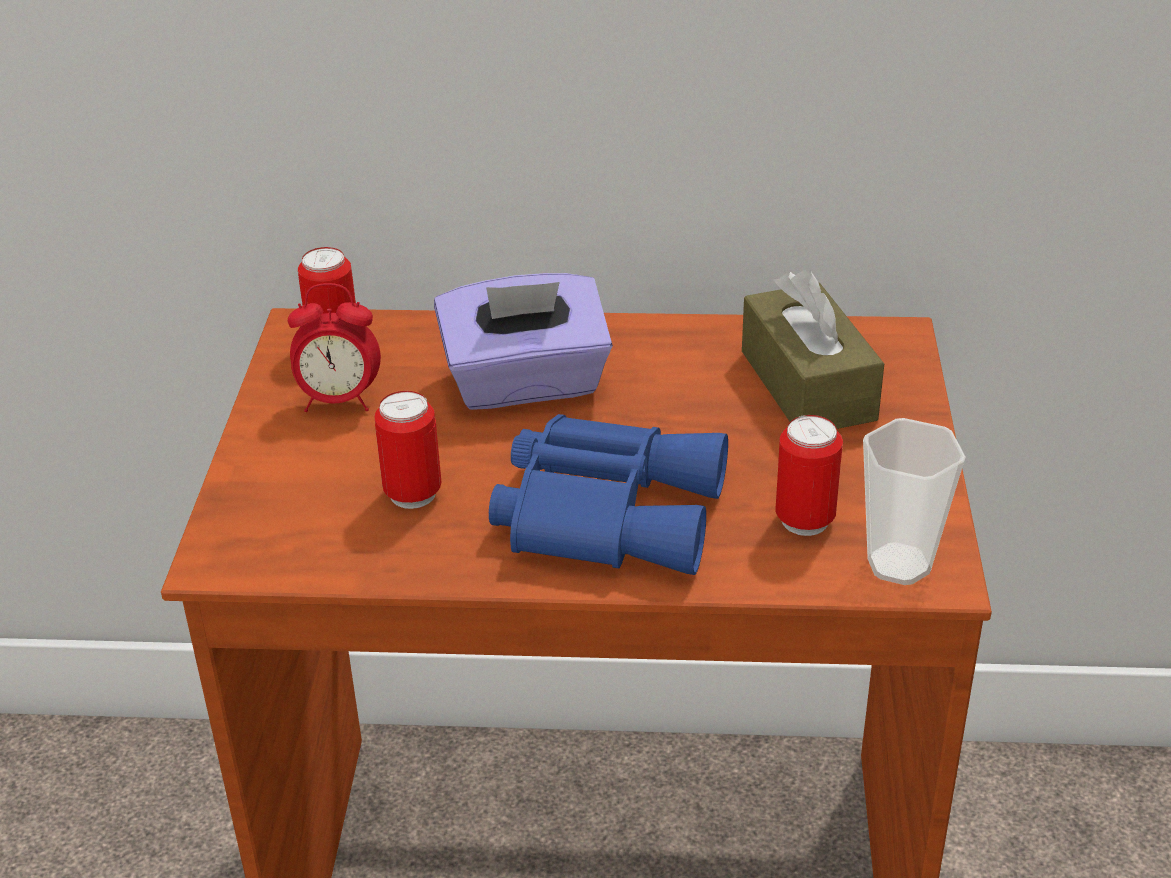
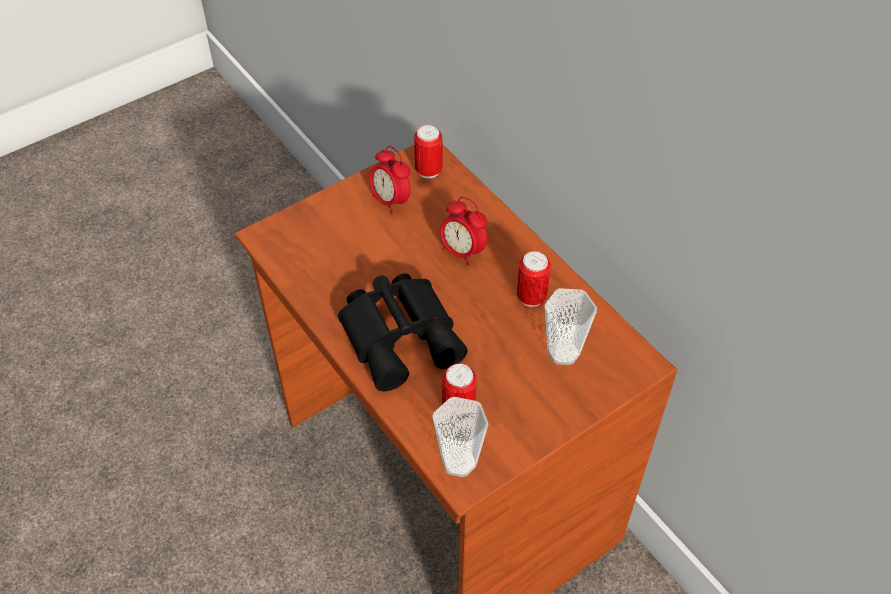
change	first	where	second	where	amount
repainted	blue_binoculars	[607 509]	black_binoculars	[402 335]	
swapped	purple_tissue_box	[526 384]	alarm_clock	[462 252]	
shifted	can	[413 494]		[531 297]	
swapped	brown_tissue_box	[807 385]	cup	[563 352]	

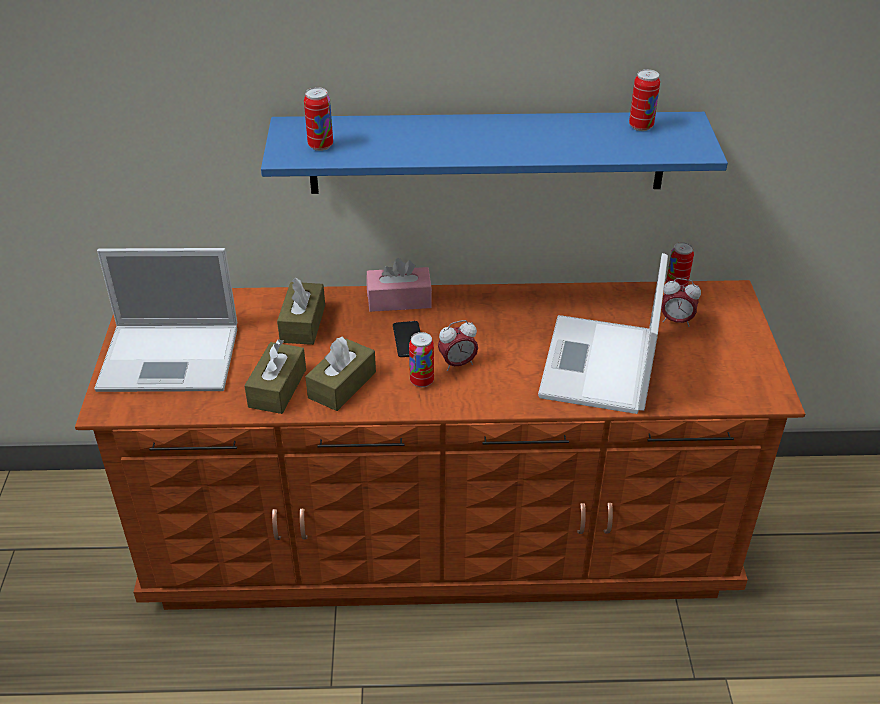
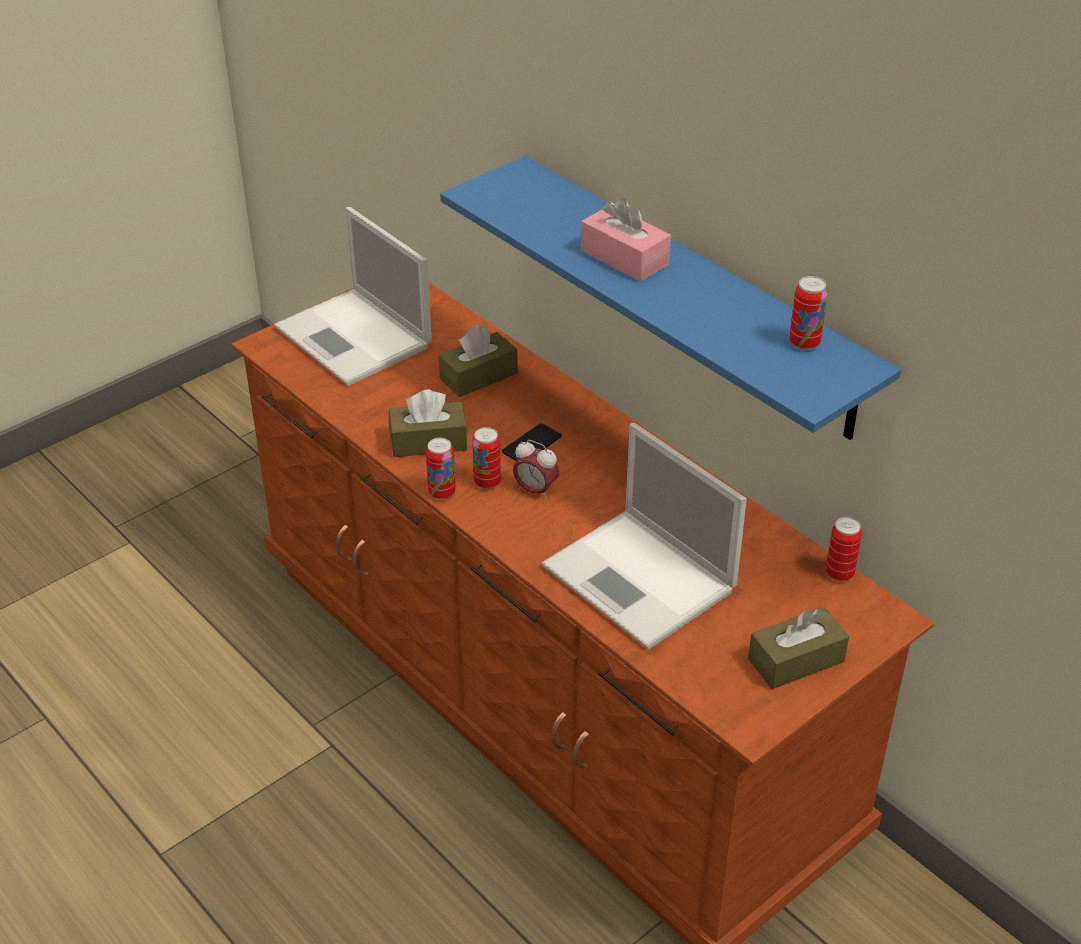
change	first	where	second	where	amount
shifted	can	[320 146]		[442 493]	
rotated	laptop	[599 367]		[641 580]	105 degrees counterclockwise
shifted	pink_tissue_box	[399 300]		[624 258]	
shifted	brown_tissue_box	[277 388]		[796 660]	
gone	alarm_clock	[676 321]			

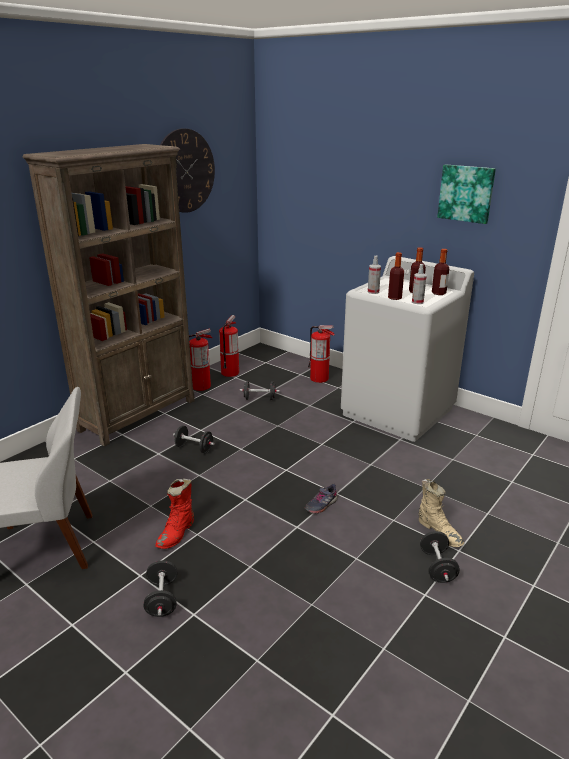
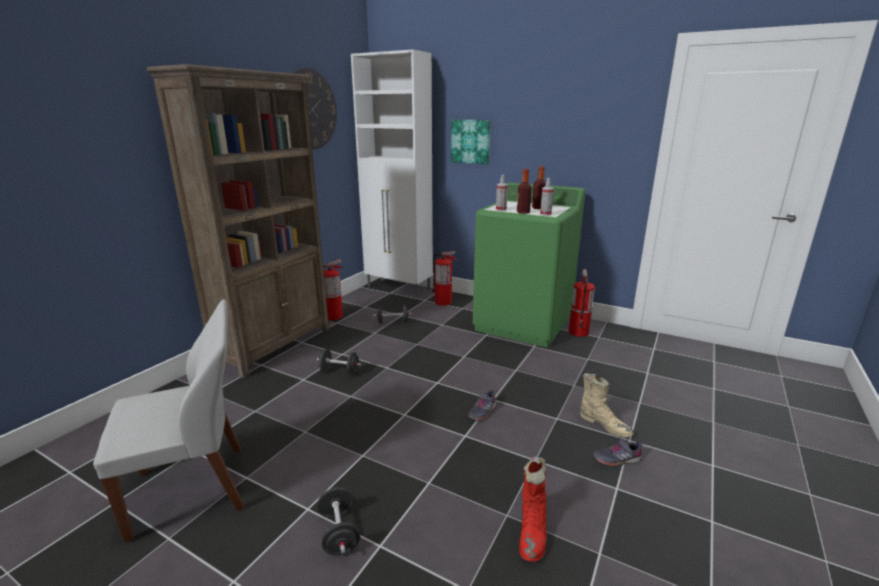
change	first	where	second	where	amount
new			white_cabinet	[399 288]	
shifted	picture	[466 193]		[471 141]	
repainted	white_washing_machine	[398 412]	green_washing_machine	[523 324]	
shifted	red_boot	[177 533]		[533 532]	
shifted	fire_extinguisher	[230 372]		[578 332]	
swapped	black_dumbbell	[437 567]	grey_shoe	[616 459]	
gone	bottle	[438 293]			

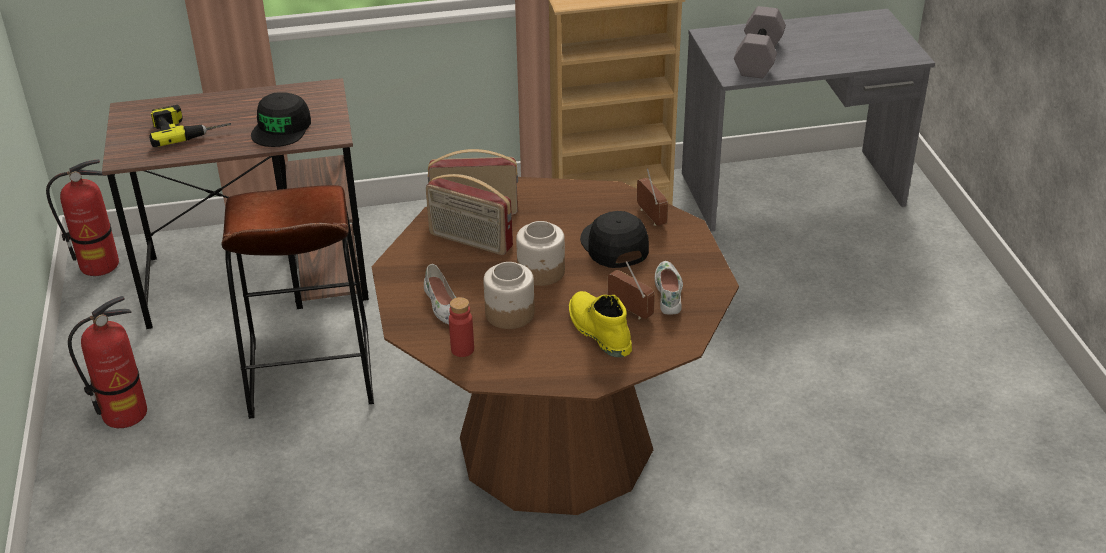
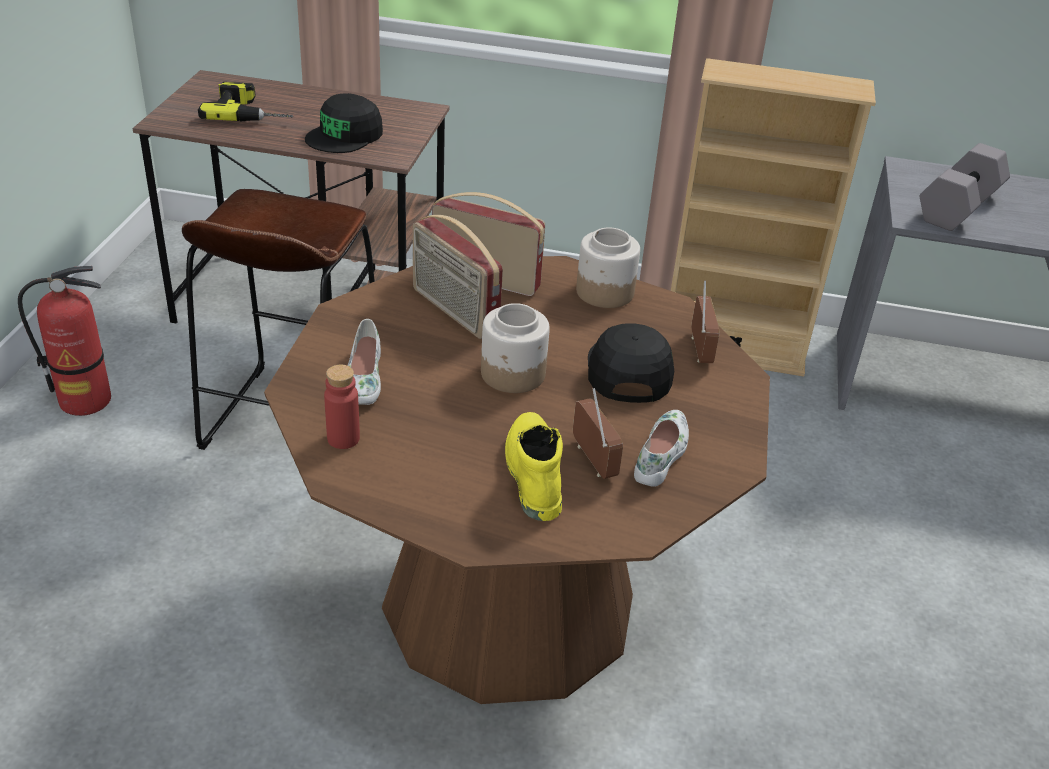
change	first	where	second	where	amount
shifted	jar	[509 313]		[604 292]	
gone	fire_extinguisher	[99 265]			

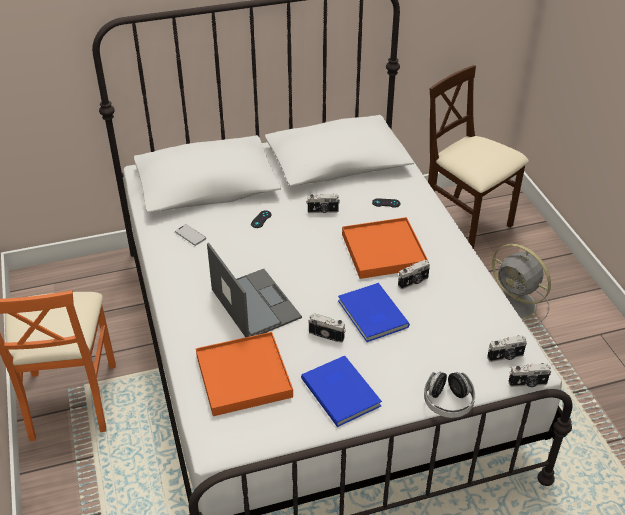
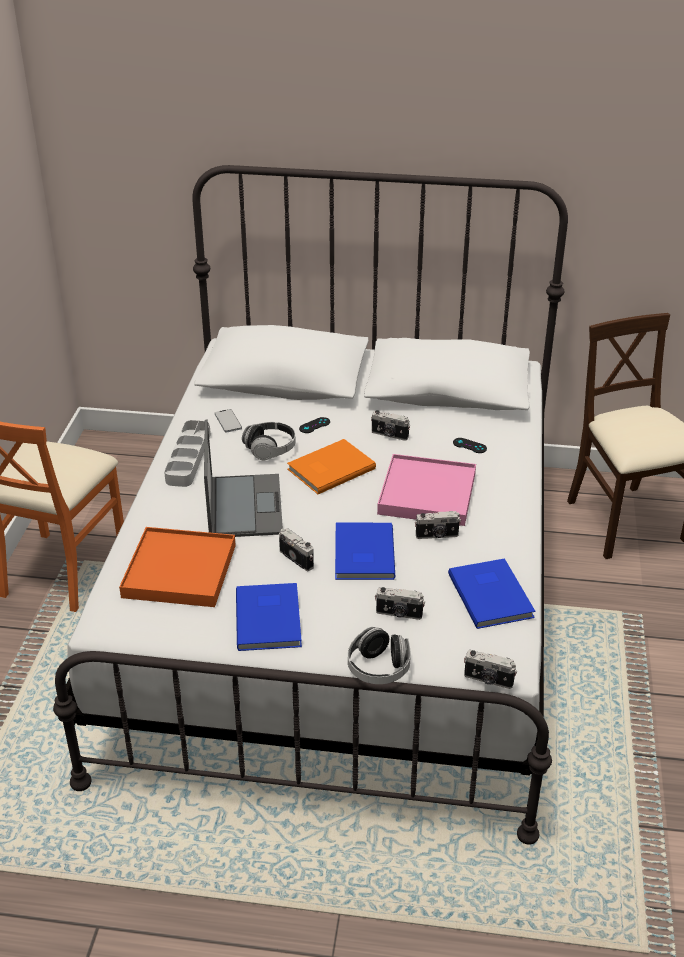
change	first	where	second	where	amount
new			grey_tray	[188 457]	
new			headphones	[270 449]	
new			orange_book	[329 468]	
shifted	photo_camera	[506 357]		[399 614]	
repainted	orange_tray	[383 251]	pink_tray	[427 494]	
new			blue_book	[492 594]	
gone	grey_fan	[515 305]			

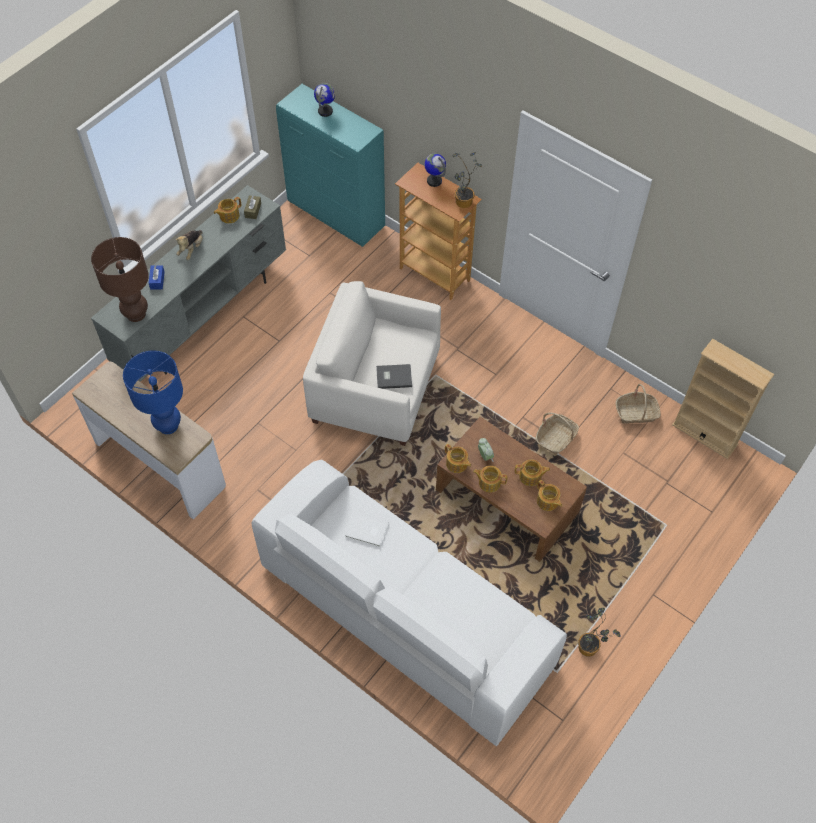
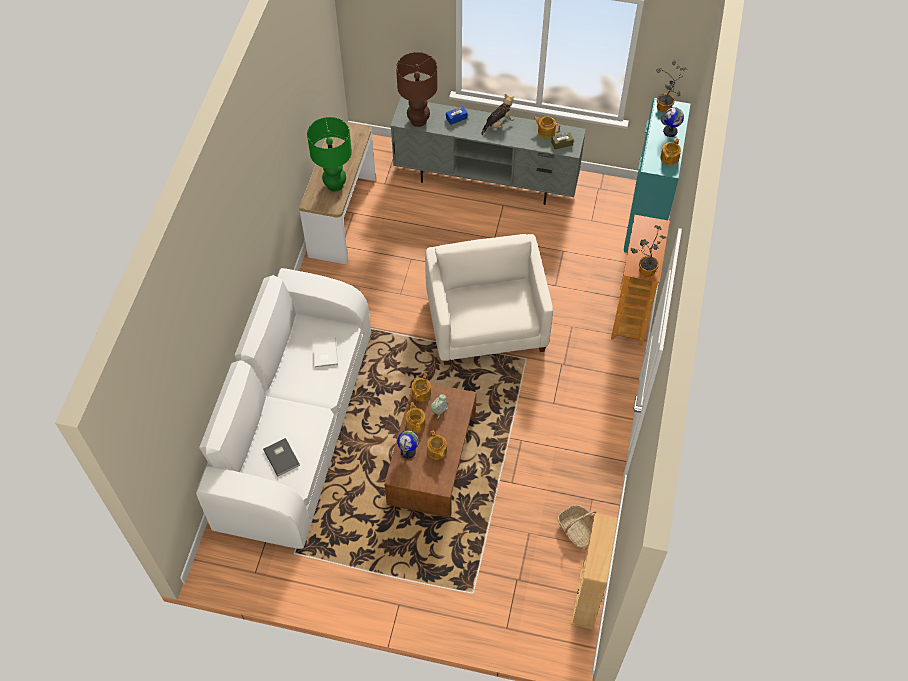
change	first	where	second	where	amount
shifted	grey_book	[393 376]		[282 457]	
repainted	blue_table_lamp	[168 425]	green_table_lamp	[335 185]	
shifted	globe	[434 181]		[408 451]	
rotated	plush_toy	[191 249]		[498 124]	150 degrees clockwise
shifted	potted_plant	[590 648]		[664 109]	
shifted	teapot	[547 501]		[669 158]	
gone	basket	[556 438]			

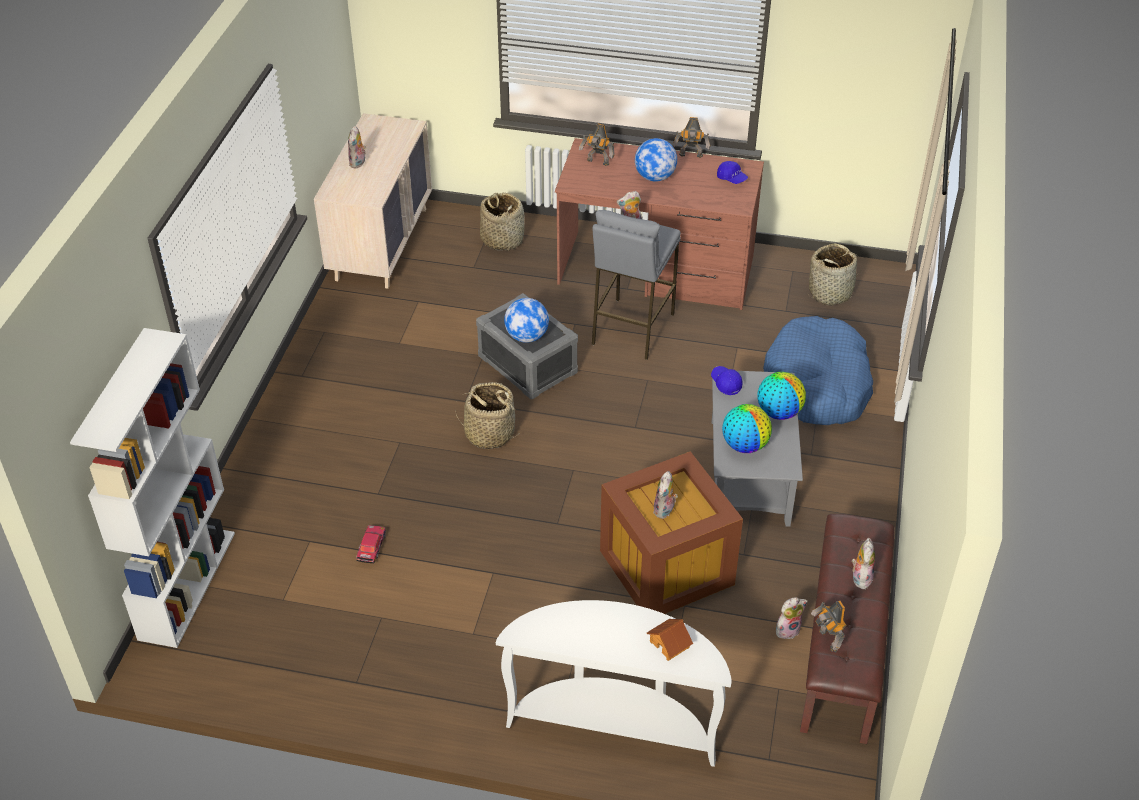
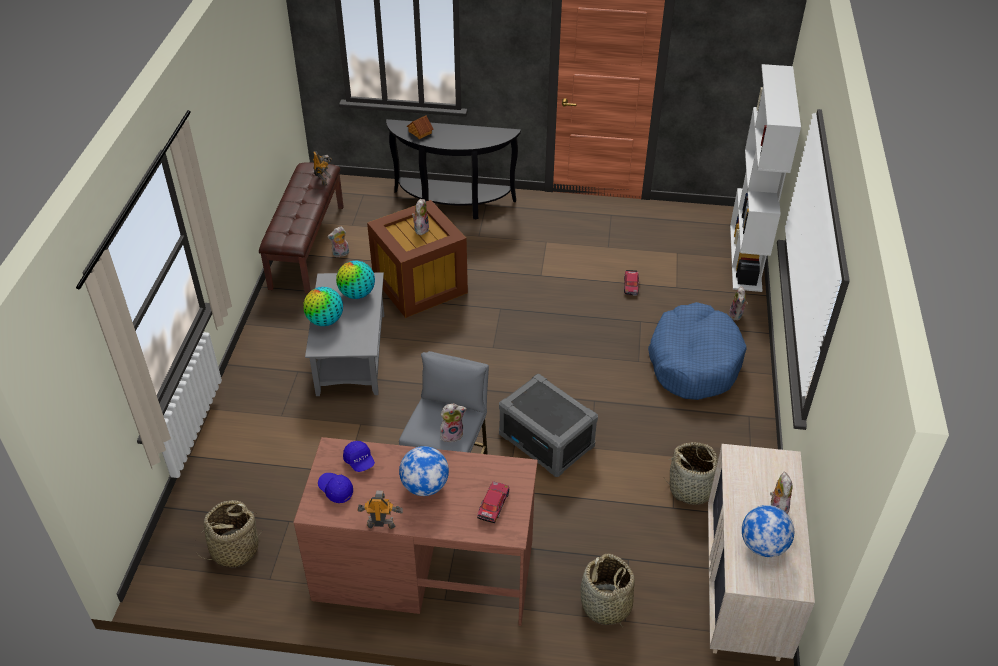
change	first	where	second	where	amount
shifted	blue_cap	[726 383]		[359 461]	
repainted	white_console_table	[614 722]	black_console_table	[452 205]	
swapped	toy_robot	[597 163]	toy_car	[493 505]	
shifted	blue_dog_bed	[818 385]		[694 361]	
shifted	basket	[489 434]		[692 489]	
shifted	plush_toy	[860 577]		[736 315]	
shifted	globe	[527 336]		[763 546]	

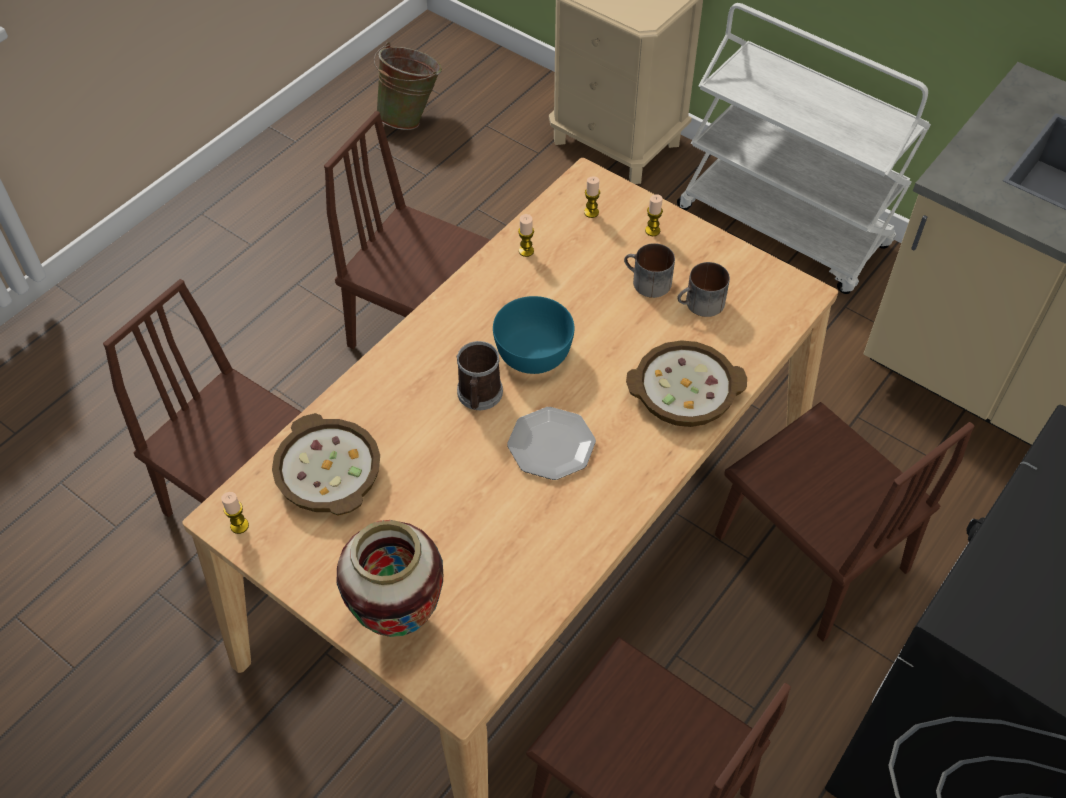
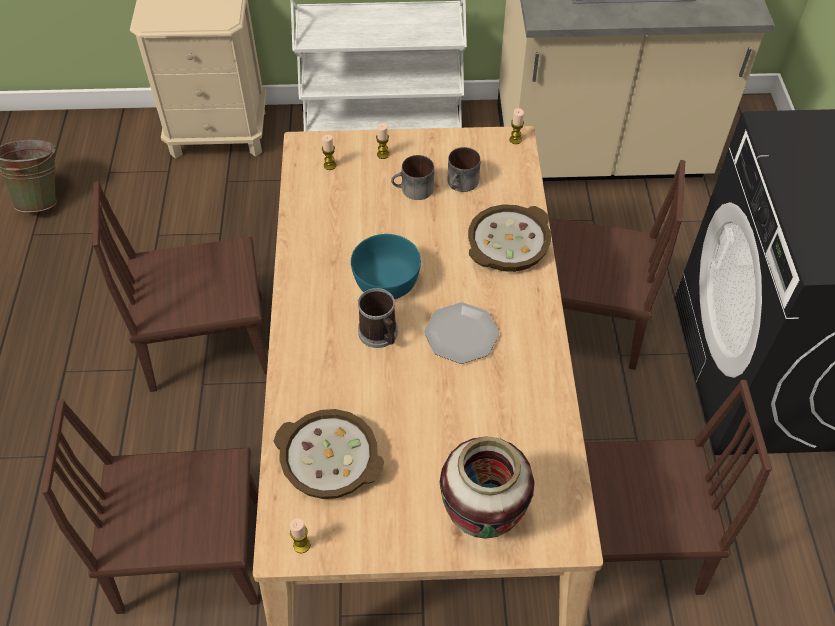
change	first	where	second	where	amount
shifted	candle	[526 251]		[515 140]	

